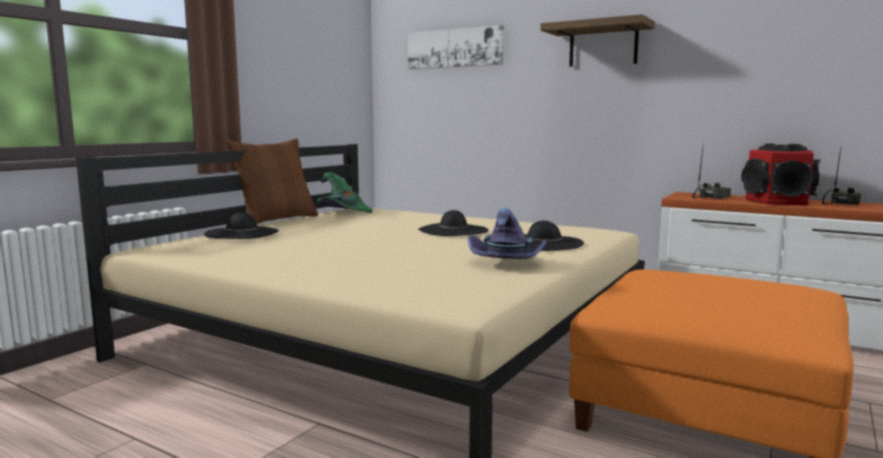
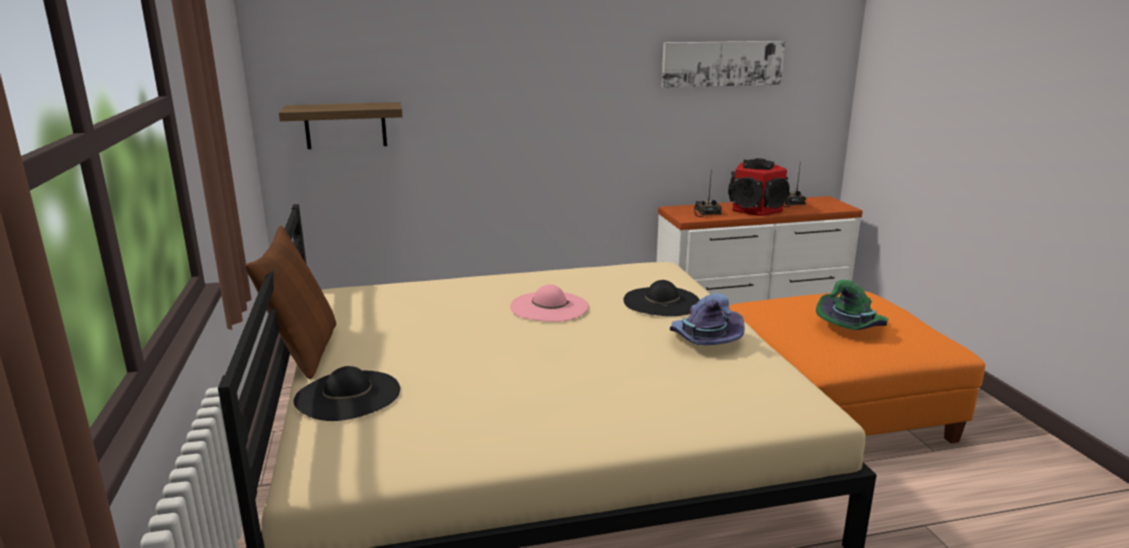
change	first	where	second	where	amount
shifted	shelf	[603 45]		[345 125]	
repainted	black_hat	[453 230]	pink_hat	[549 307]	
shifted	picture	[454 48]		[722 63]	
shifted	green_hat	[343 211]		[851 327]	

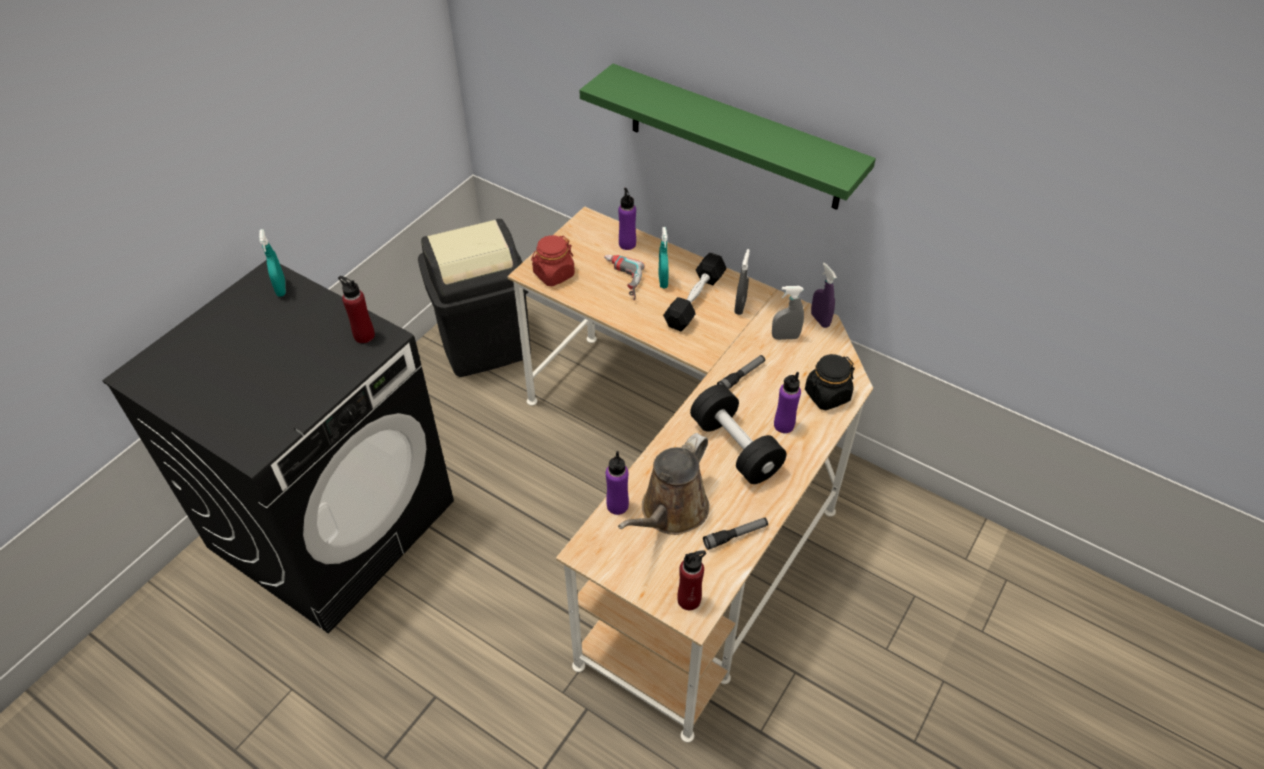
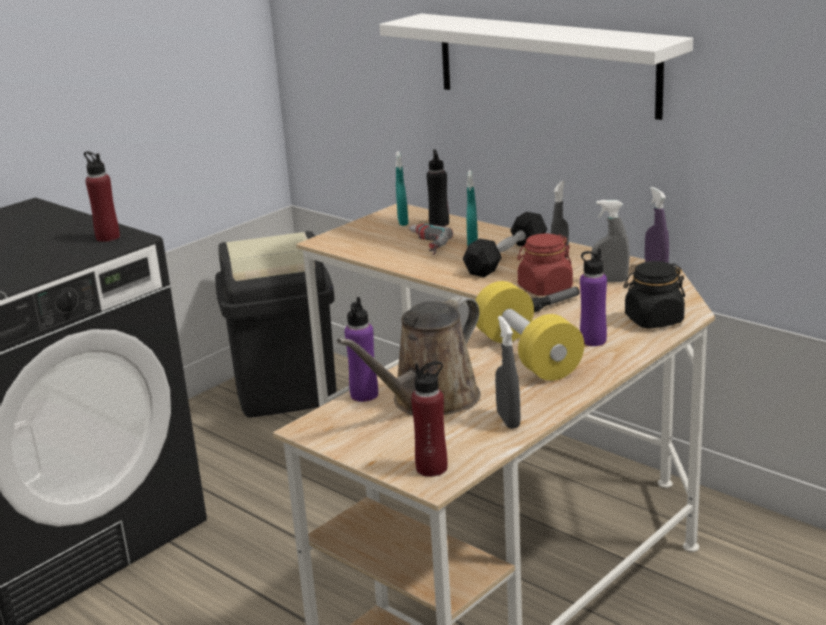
change	first	where	second	where	amount
repainted	green_shelf	[734 138]	white_shelf	[545 64]	
shifted	turquoise_spray_bottle	[281 288]		[403 222]	
repainted	purple_bottle	[627 244]	black_bottle	[439 223]	
repainted	black_dumbbell	[735 447]	yellow_dumbbell	[526 355]	
swapped	flashlight	[735 536]	grey_spray_bottle	[508 420]	
shifted	red_jar	[553 274]		[544 288]	

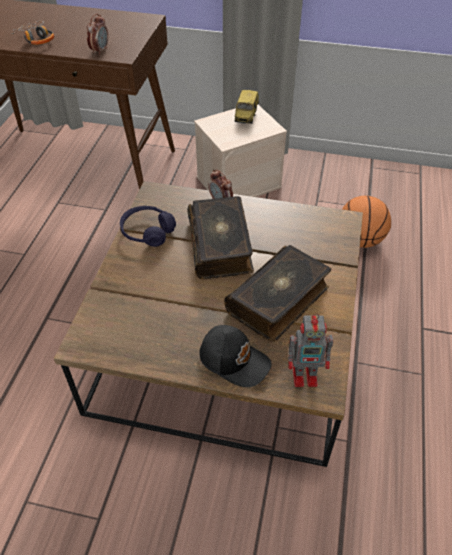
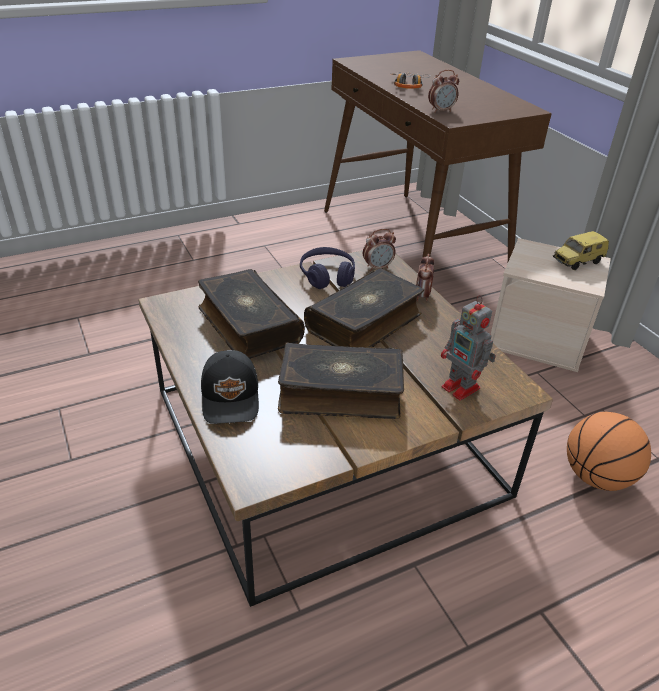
change	first	where	second	where	amount
new			book	[247 325]	
new			alarm_clock	[377 267]	
shifted	toy_robot	[306 374]		[462 388]	

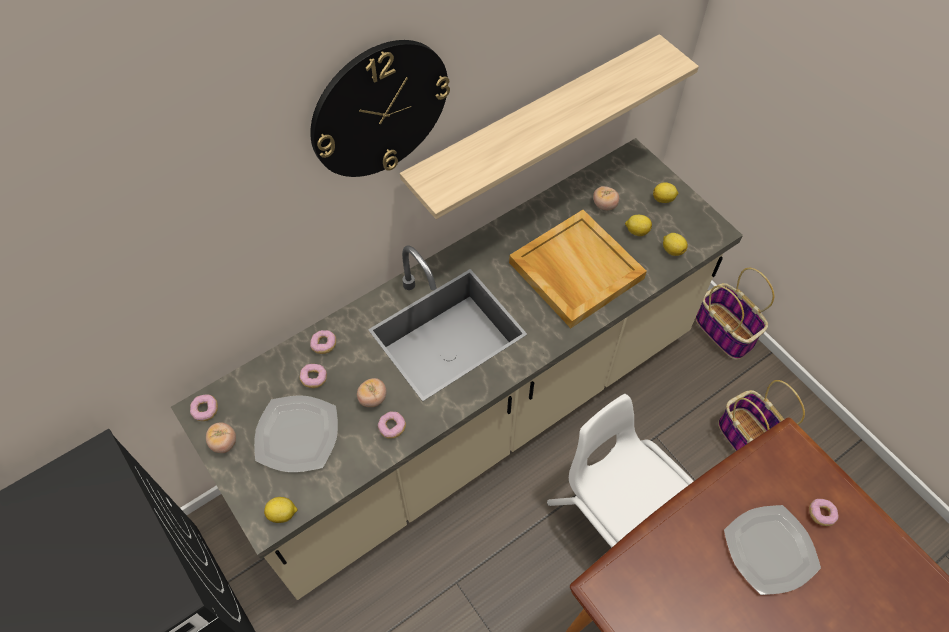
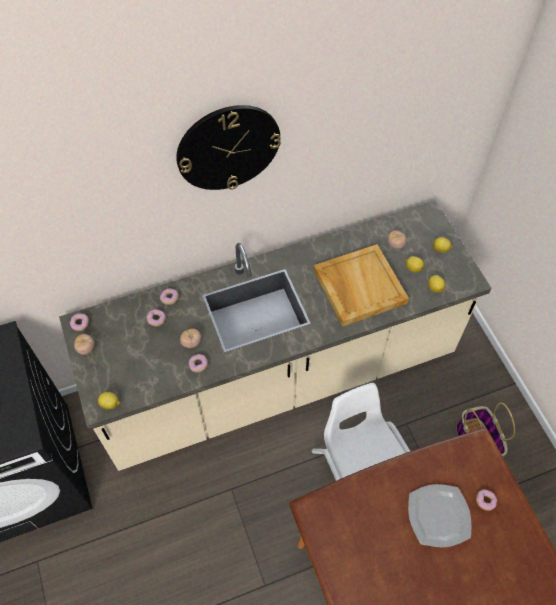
change	first	where	second	where	amount
gone	plate	[296 435]			
gone	shelf	[535 124]			
gone	basket	[726 332]			

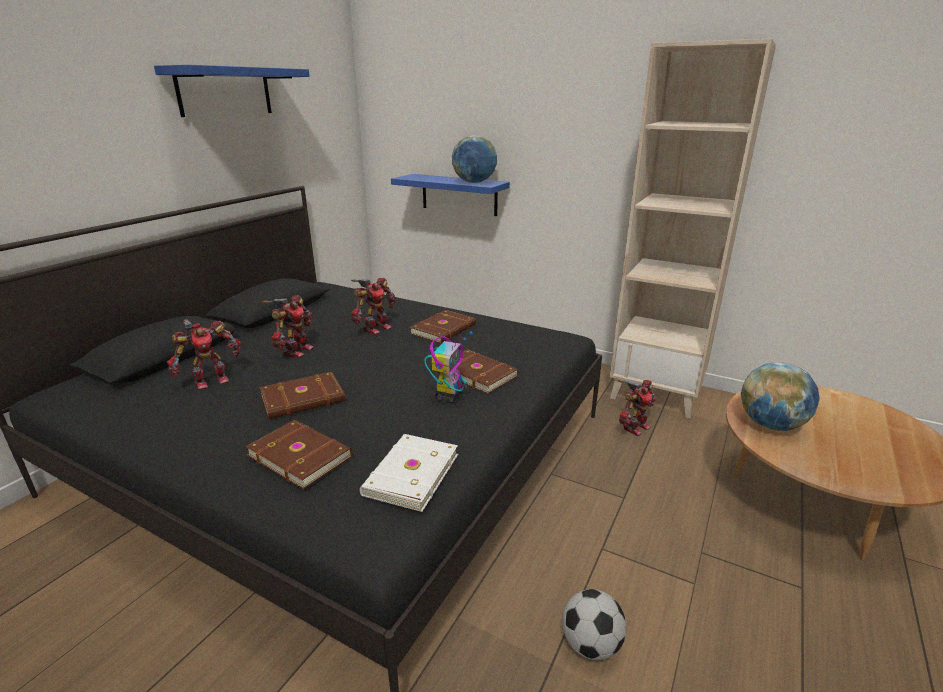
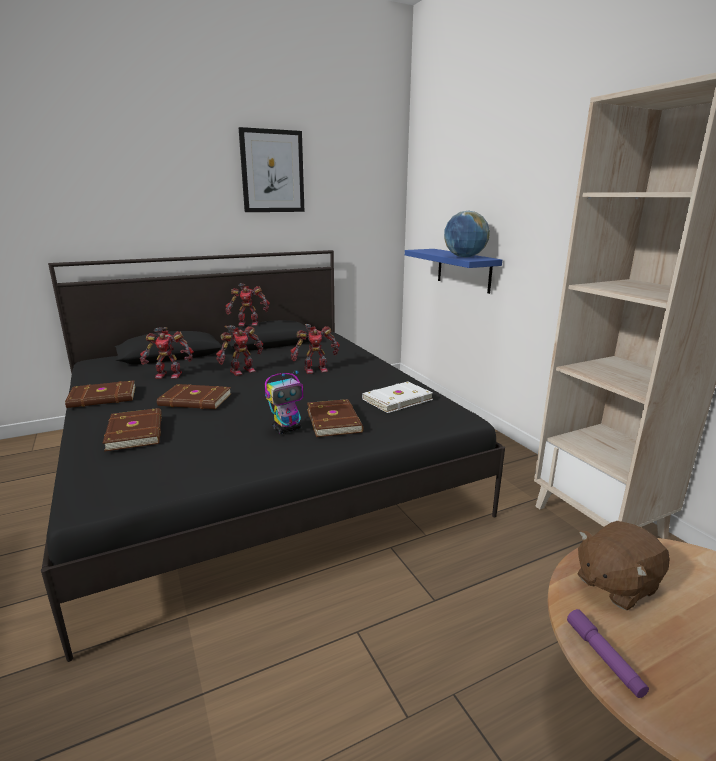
change	first	where	second	where	amount
shifted	brown_book	[444 329]		[103 397]	
shifted	toy_robot	[634 427]		[248 323]	
swapped	blue_shelf	[225 91]	picture	[272 171]	
shifted	white_book	[409 474]		[396 399]	
new			purple_flashlight	[604 657]	
swapped	globe	[771 424]	brown_plush_toy	[615 584]	
gone	football	[590 645]			

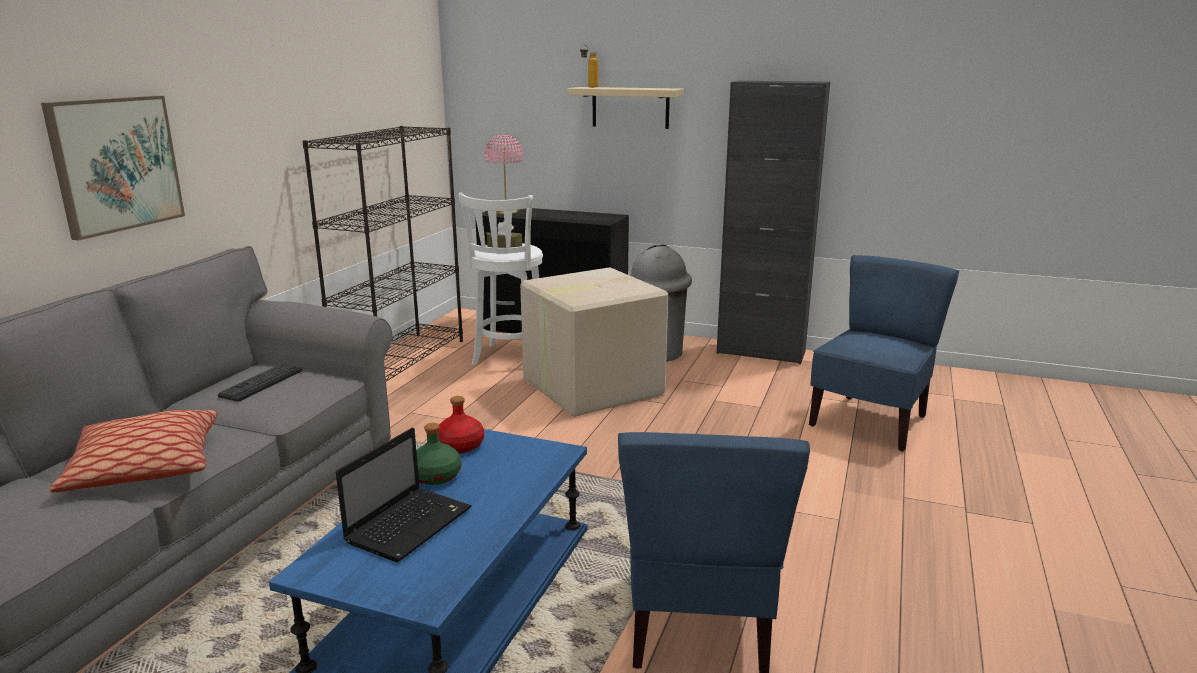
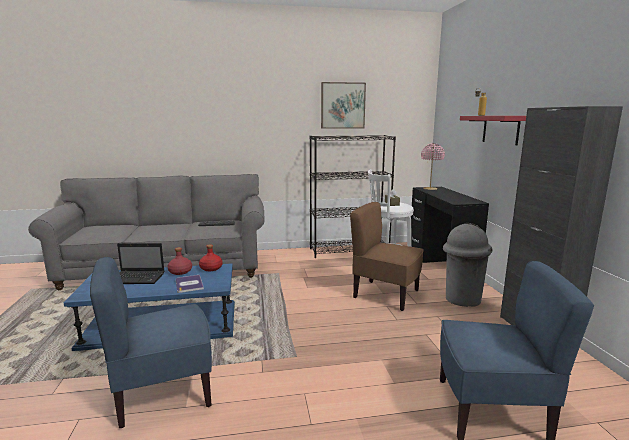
change	first	where	second	where	amount
repainted	green_bottle	[436 476]	red_bottle	[180 272]	
new			book	[189 284]	
shifted	picture	[116 164]		[342 105]	
swapped	cardboard_box	[590 387]	brown_chair	[385 294]	
repainted	beige_shelf	[630 107]	red_shelf	[500 129]	
gone	pillow	[145 467]			

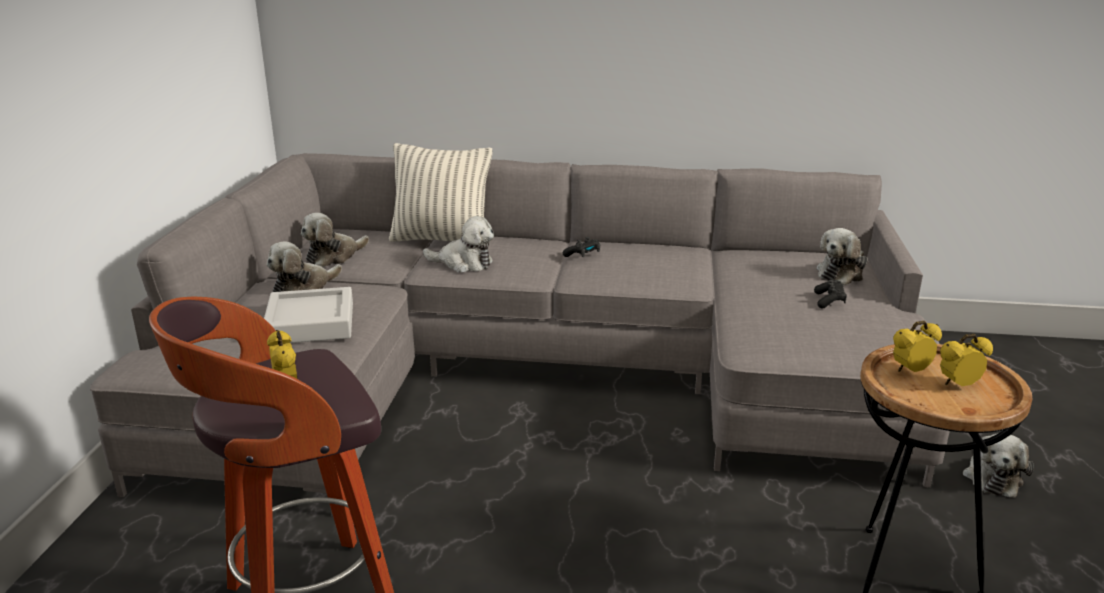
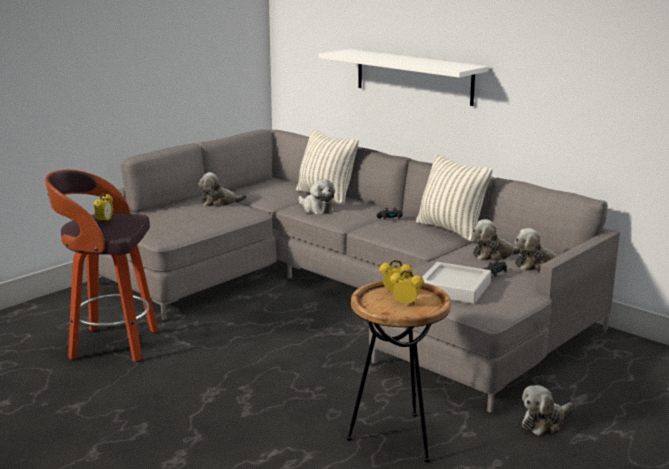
change	first	where	second	where	amount
new			white_shelf	[413 76]	
new			pillow	[450 229]	
shifted	grey_tray	[310 323]		[454 288]	
shifted	plush_toy	[334 256]		[494 255]	

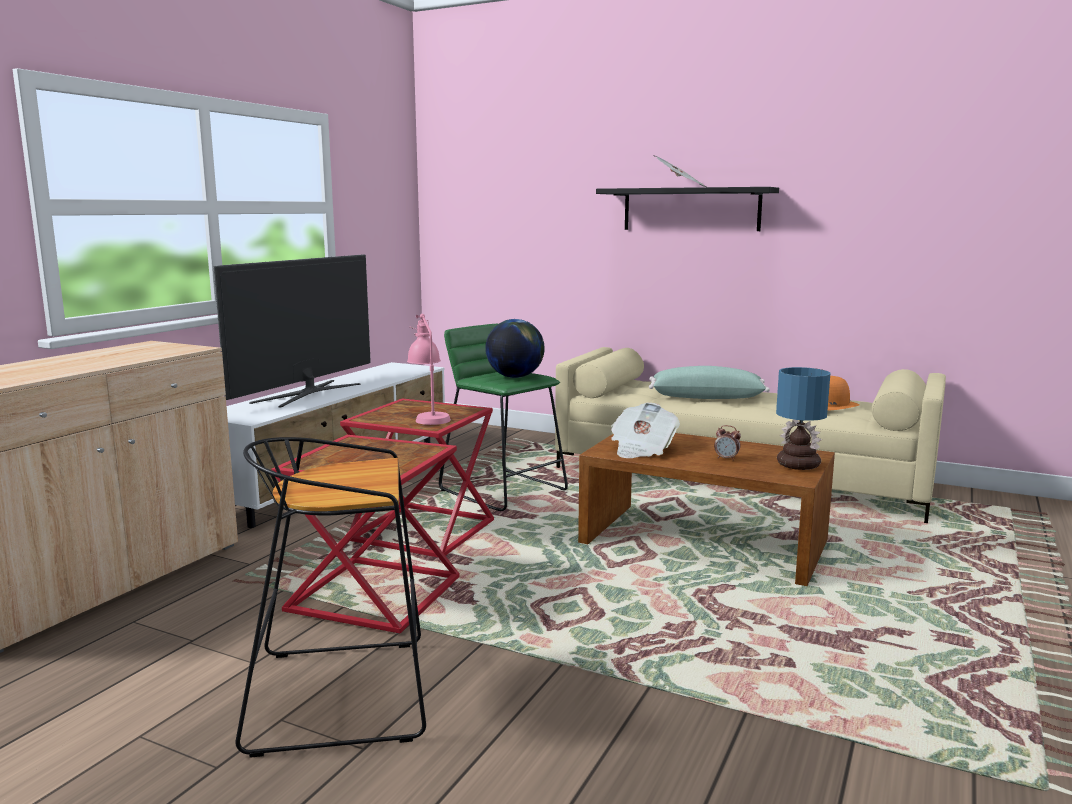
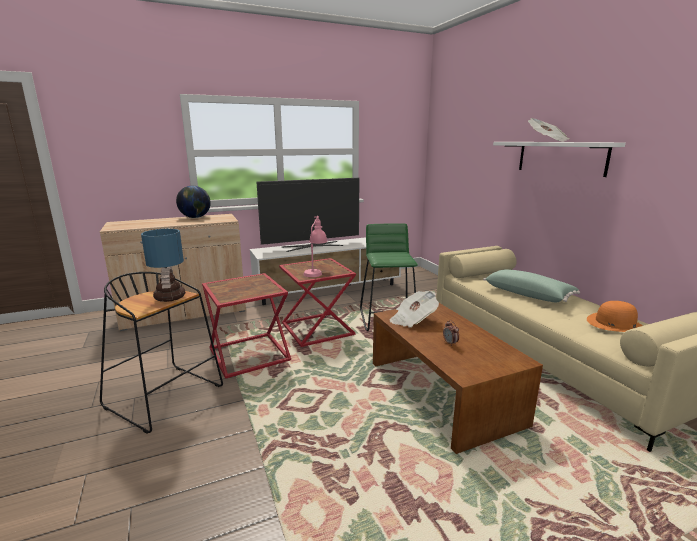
change	first	where	second	where	amount
shifted	table_lamp	[796 465]		[169 297]	
shifted	globe	[515 377]		[195 217]	
repainted	black_shelf	[691 209]	white_shelf	[560 157]	

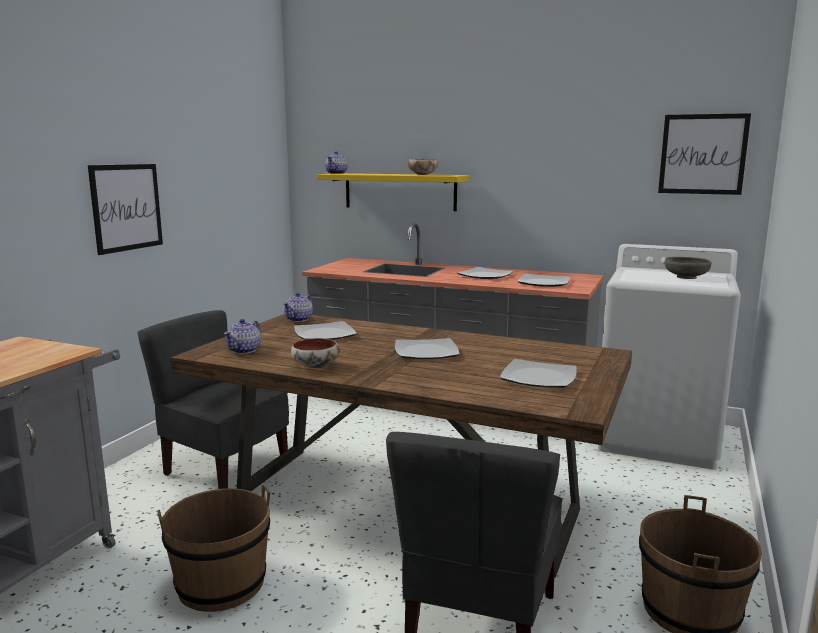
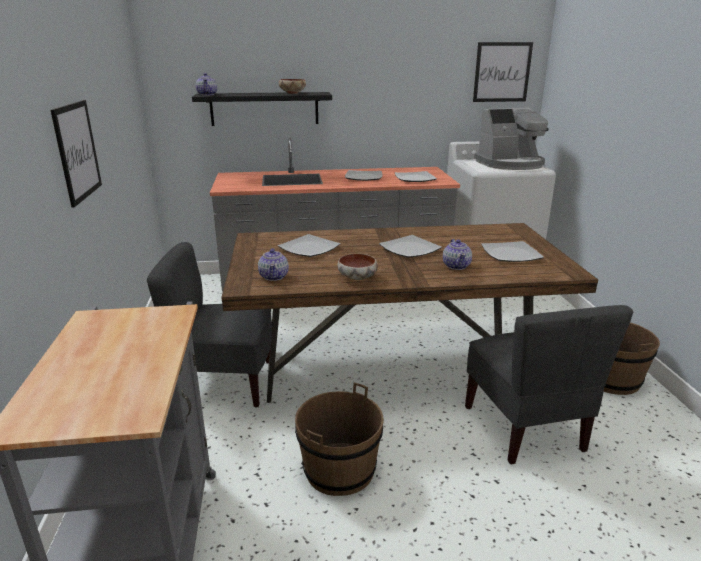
change	first	where	second	where	amount
repainted	yellow_shelf	[400 191]	black_shelf	[264 108]	
shifted	teapot	[299 319]		[456 266]	
swapped	grey_bowl	[686 277]	coffee_machine	[510 164]	

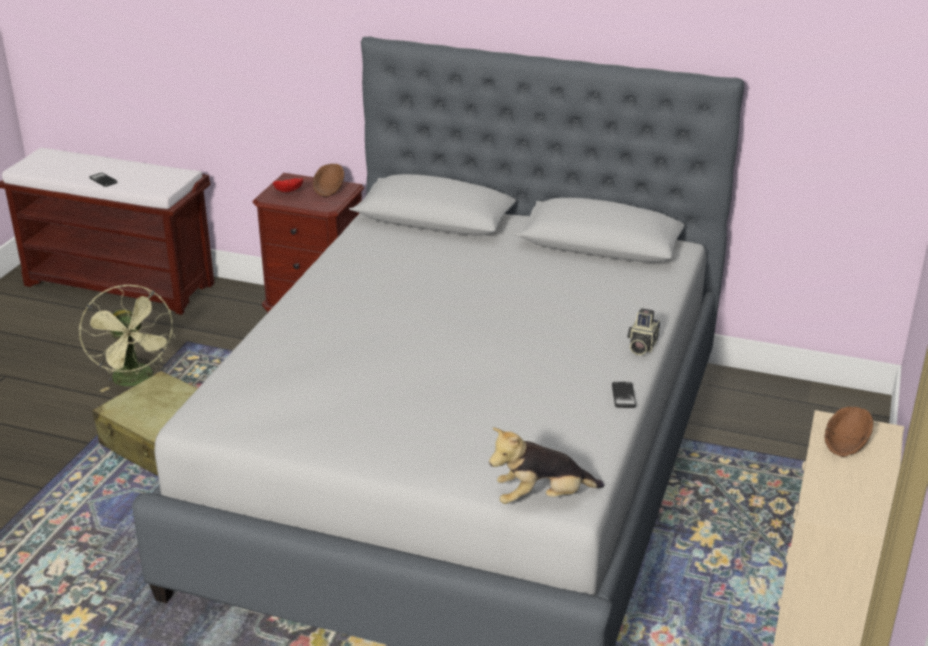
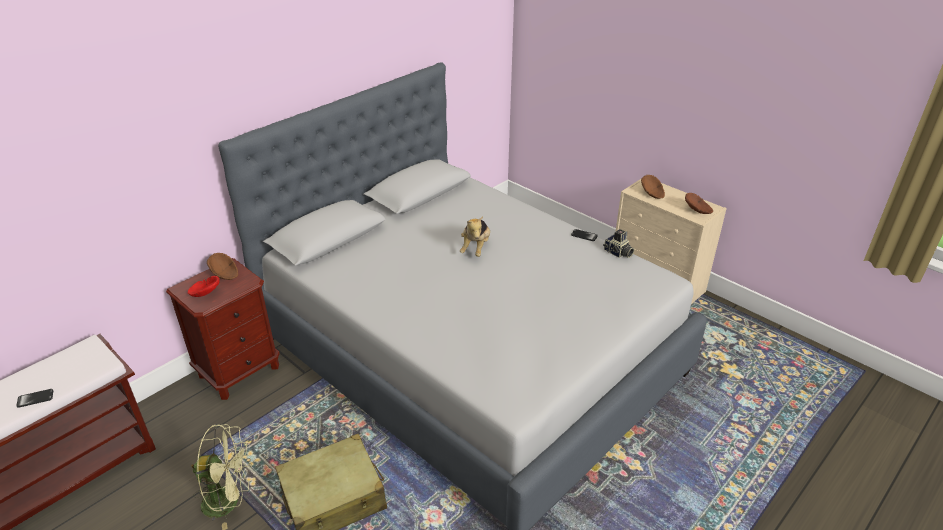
change	first	where	second	where	amount
shifted	plush_toy	[542 498]		[476 248]	
shifted	photo_camera	[641 345]		[618 253]	
new			brown_bowl	[698 211]	

